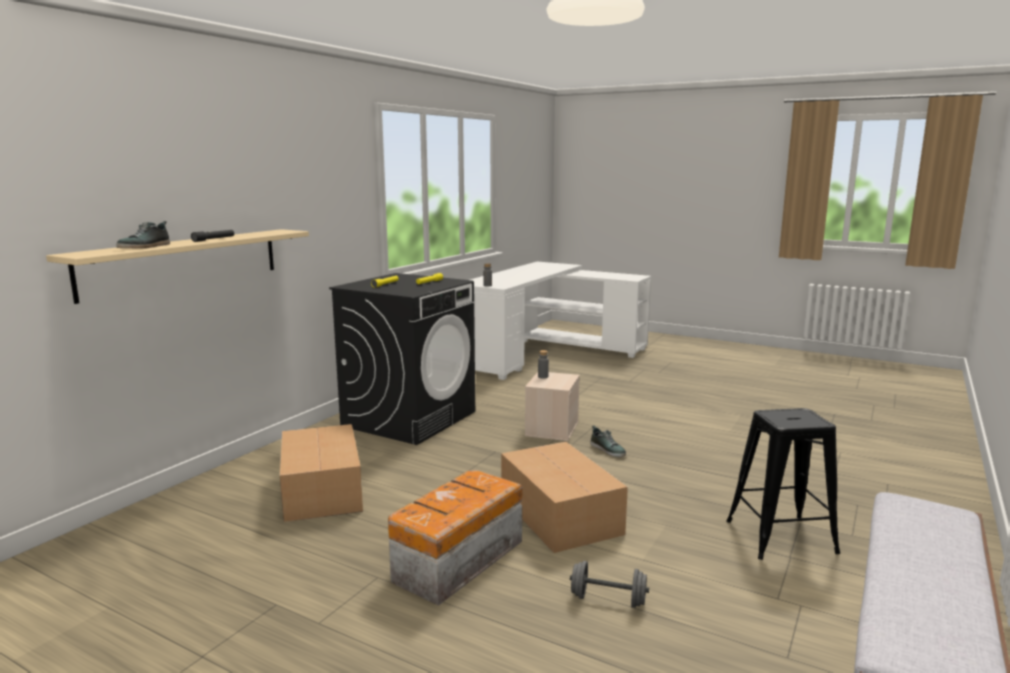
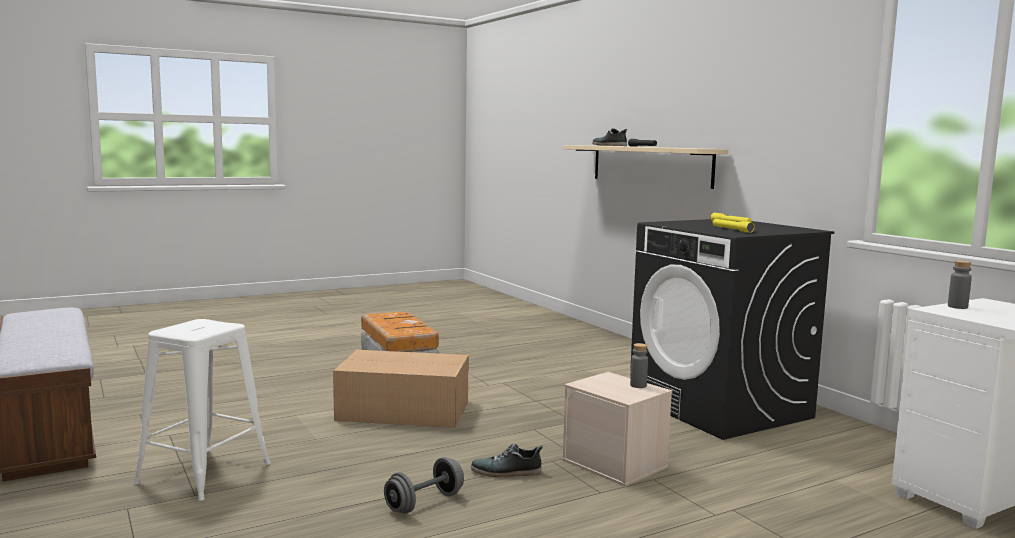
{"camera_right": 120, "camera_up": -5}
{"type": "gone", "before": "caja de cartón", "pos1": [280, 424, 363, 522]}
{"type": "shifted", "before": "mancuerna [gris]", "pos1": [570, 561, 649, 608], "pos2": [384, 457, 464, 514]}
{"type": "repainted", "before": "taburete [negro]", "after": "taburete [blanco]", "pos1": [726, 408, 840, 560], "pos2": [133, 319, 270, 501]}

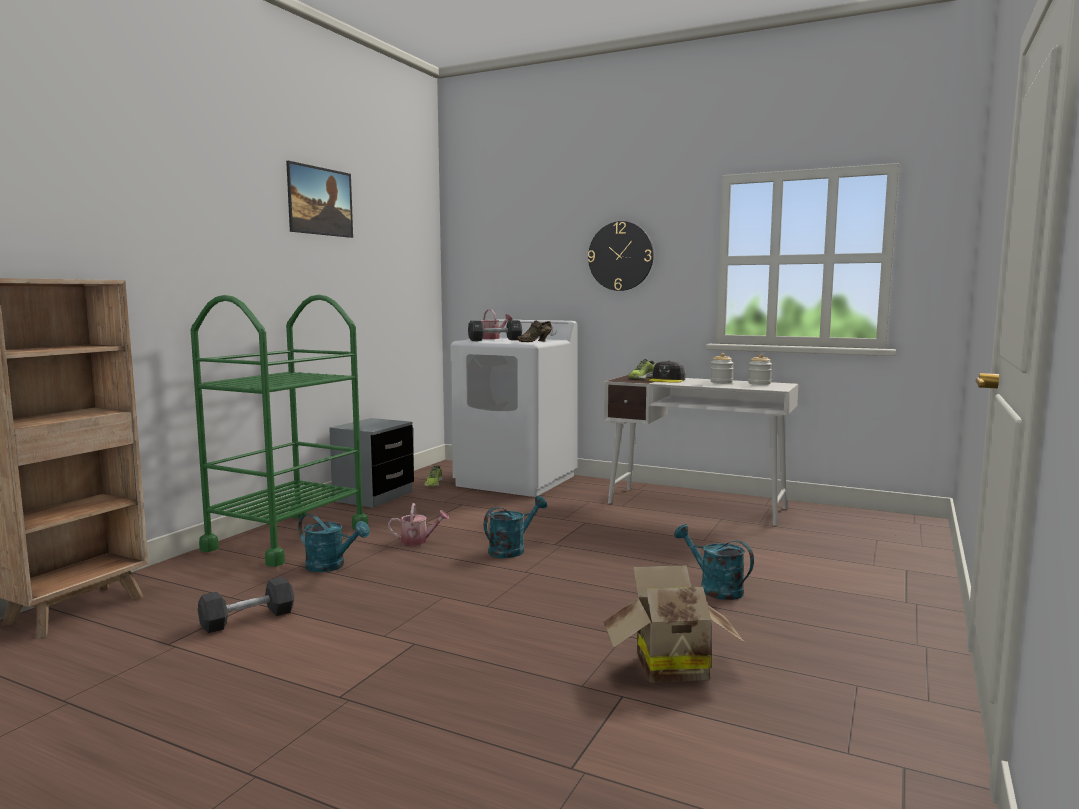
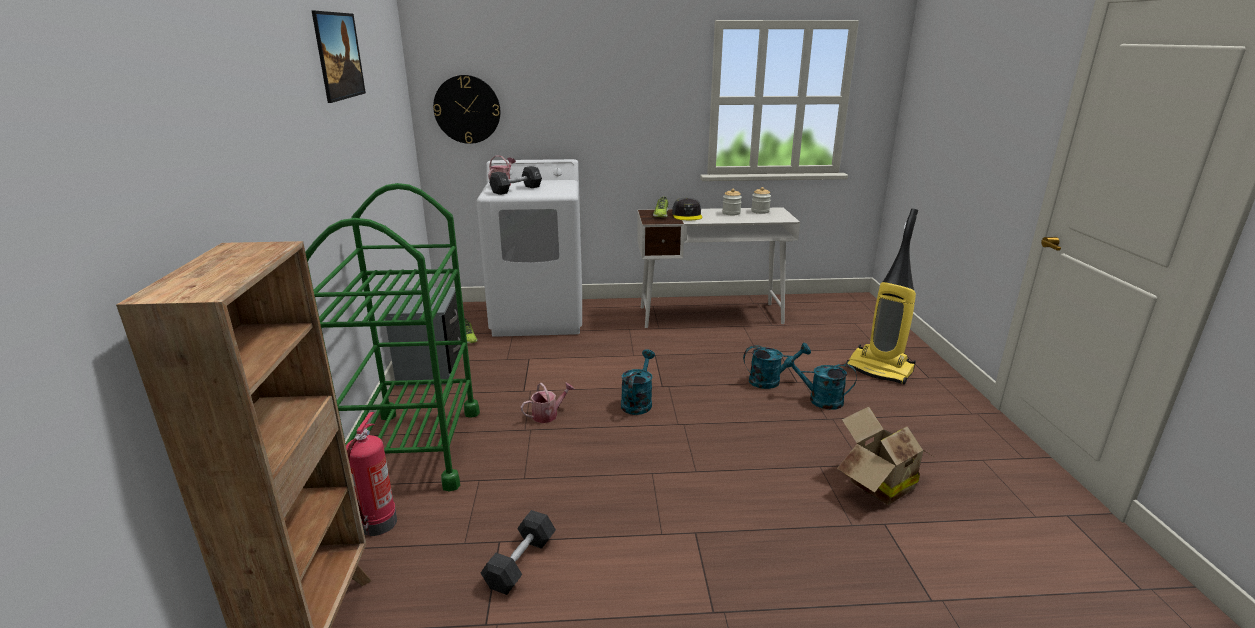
{"camera_right": -30, "camera_up": 15}
{"type": "shifted", "before": "regadera [turquesa]", "pos1": [298, 514, 370, 572], "pos2": [743, 342, 811, 389]}
{"type": "gone", "before": "zapato [marrón]", "pos1": [517, 320, 552, 342]}
{"type": "shifted", "before": "reloj de pared", "pos1": [588, 221, 654, 291], "pos2": [433, 75, 500, 144]}
{"type": "new", "after": "extintor", "pos2": [346, 412, 397, 536]}
{"type": "new", "after": "aspiradora", "pos2": [846, 209, 918, 385]}

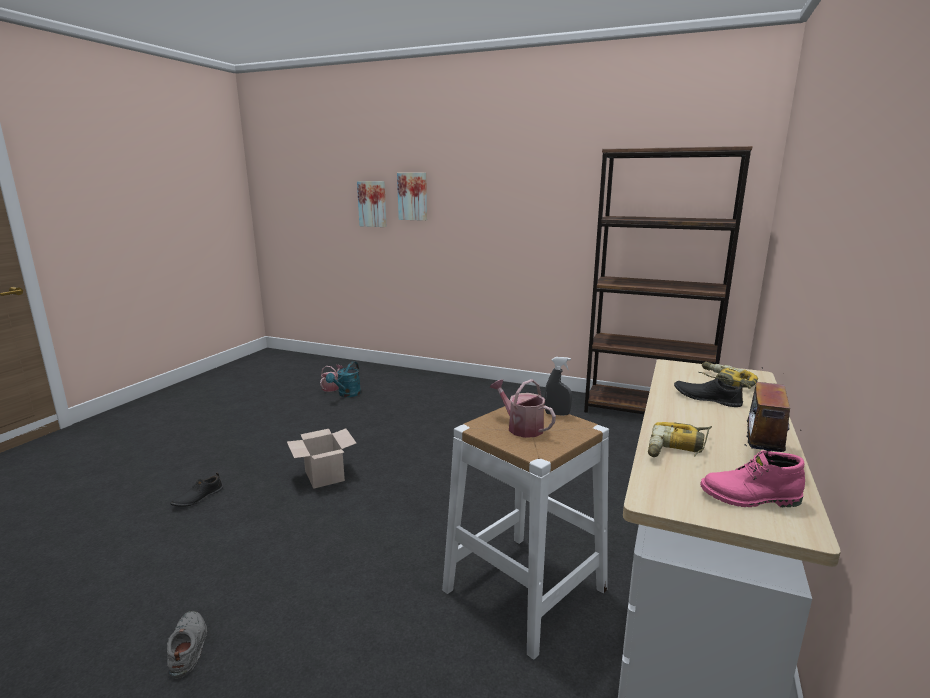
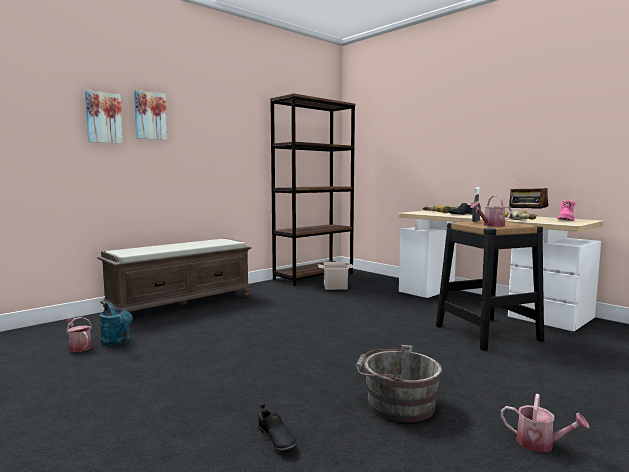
{"camera_right": -65, "camera_up": -10}
{"type": "swapped", "before": "zapato [gris]", "after": "regadera", "pos1": [167, 611, 207, 678], "pos2": [501, 394, 590, 452]}
{"type": "shifted", "before": "caja de cartón", "pos1": [287, 428, 356, 489], "pos2": [318, 262, 354, 290]}
{"type": "shifted", "before": "cuadro", "pos1": [357, 181, 386, 227], "pos2": [134, 90, 167, 140]}
{"type": "repainted", "before": "taburete [blanco]", "after": "taburete [negro]", "pos1": [442, 405, 609, 660], "pos2": [436, 221, 544, 351]}
{"type": "new", "after": "banco [marrón]", "pos2": [97, 238, 252, 312]}
{"type": "new", "after": "cubo [gris]", "pos2": [355, 345, 442, 422]}

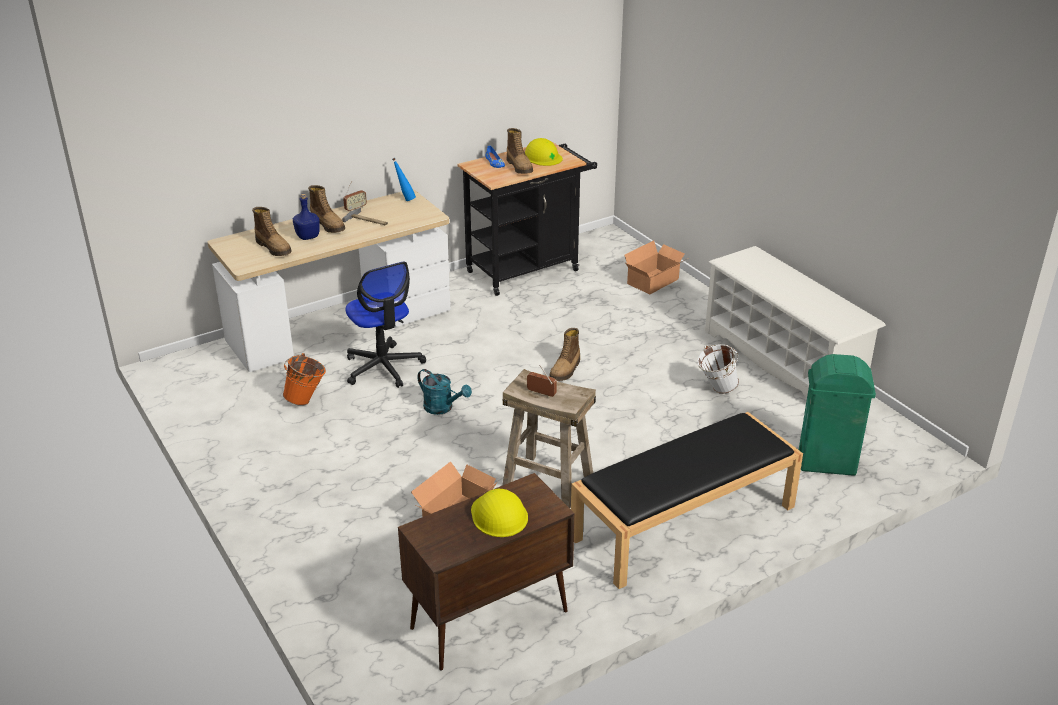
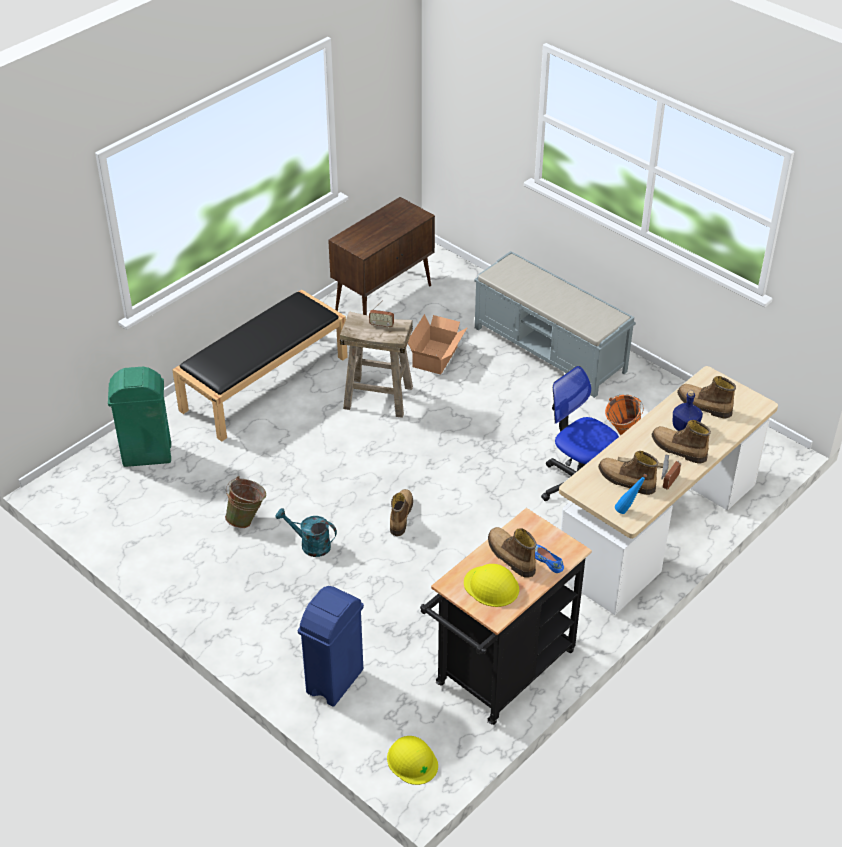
{"camera_right": 165, "camera_up": 10}
{"type": "shifted", "before": "regadera [turquesa]", "pos1": [417, 369, 472, 415], "pos2": [275, 508, 337, 557]}
{"type": "shifted", "before": "casco [amarillo]", "pos1": [471, 489, 528, 537], "pos2": [387, 736, 438, 785]}
{"type": "swapped", "before": "caja de cartón", "after": "papelera [azul]", "pos1": [625, 241, 685, 295], "pos2": [298, 586, 364, 707]}
{"type": "repainted", "before": "cubo [blanco]", "after": "cubo [verde]", "pos1": [697, 344, 739, 394], "pos2": [225, 476, 266, 528]}
{"type": "gone", "before": "zapatero [blanco]", "pos1": [705, 246, 886, 397]}
{"type": "new", "after": "banco [gris]", "pos2": [474, 251, 636, 398]}
{"type": "new", "after": "bota", "pos2": [598, 451, 658, 495]}

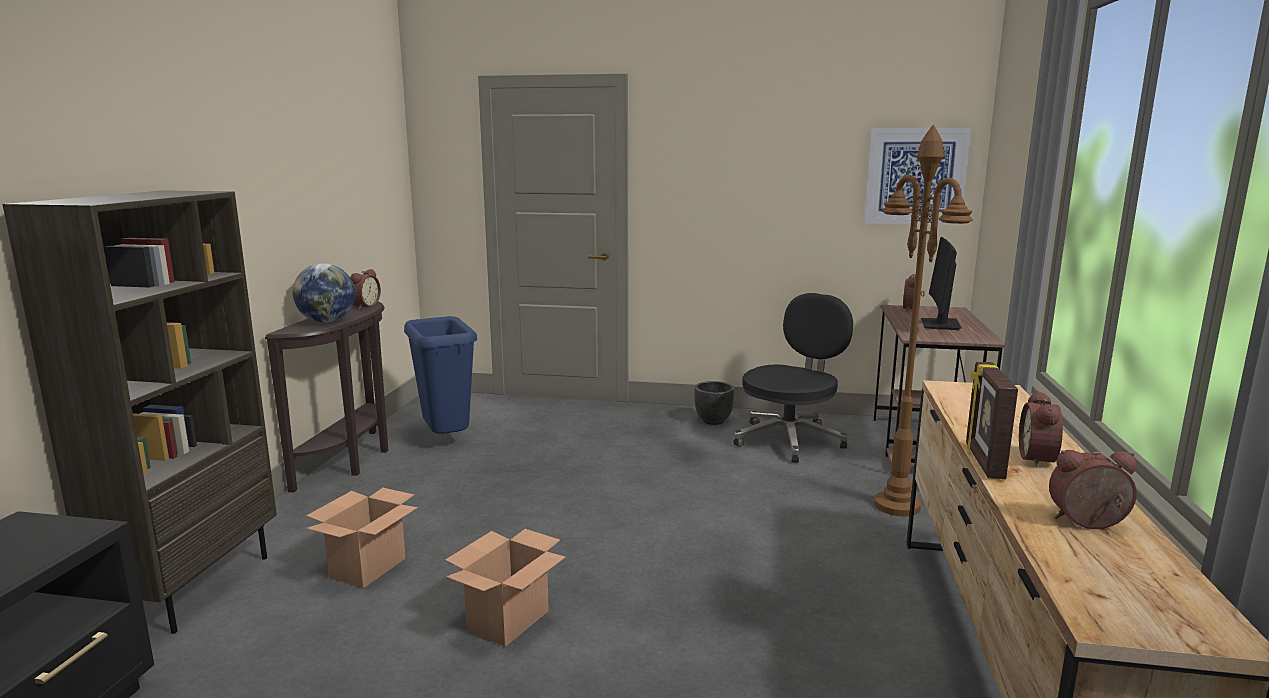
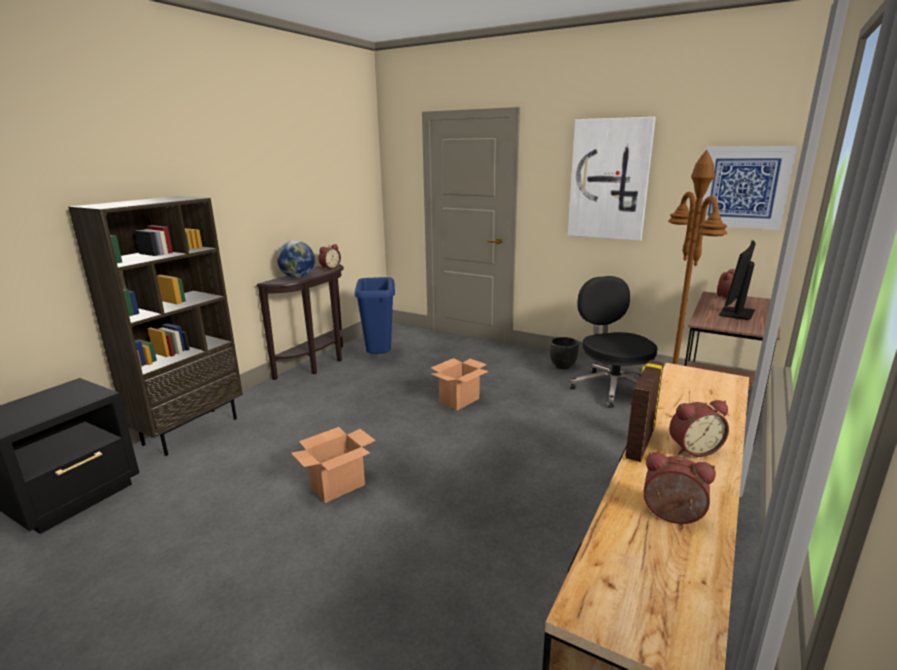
{"camera_right": 20, "camera_up": 5}
{"type": "shifted", "before": "caja de cartón", "pos1": [306, 488, 418, 588], "pos2": [431, 358, 489, 410]}
{"type": "rotated", "before": "silla de oficina [negro]", "pos1": [733, 293, 853, 463], "pos2": [570, 276, 658, 408], "turn": -75}
{"type": "rotated", "before": "despertador", "pos1": [1019, 391, 1063, 468], "pos2": [669, 400, 729, 457], "turn": -135}
{"type": "new", "after": "cuadro", "pos2": [568, 117, 656, 241]}

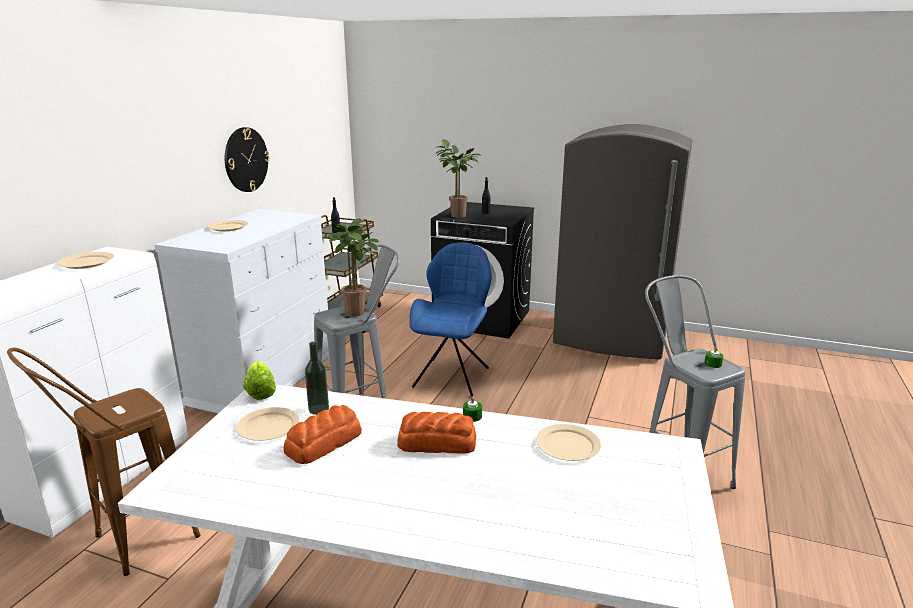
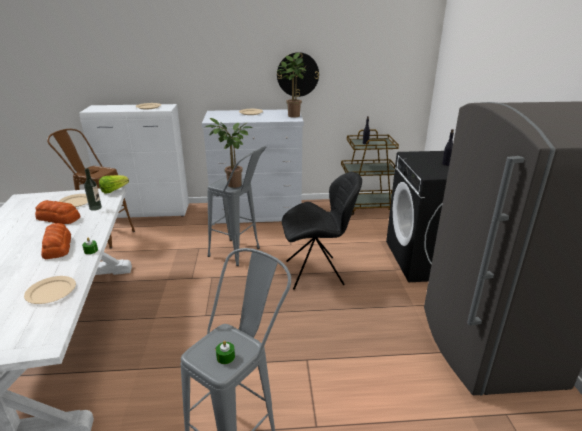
{"camera_right": 65, "camera_up": 5}
{"type": "repainted", "before": "silla [azul]", "after": "silla [negro]", "pos1": [409, 242, 492, 397], "pos2": [282, 172, 362, 290]}
{"type": "shifted", "before": "planta en maceta", "pos1": [436, 139, 482, 218], "pos2": [276, 53, 306, 118]}

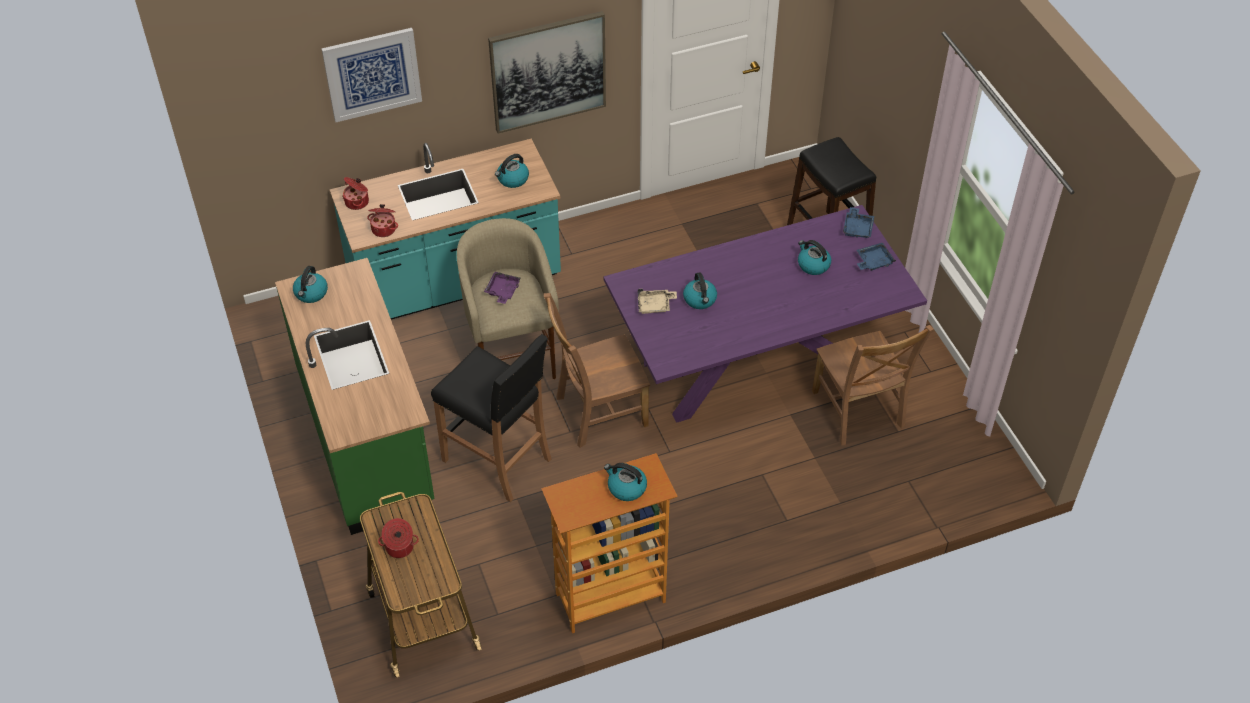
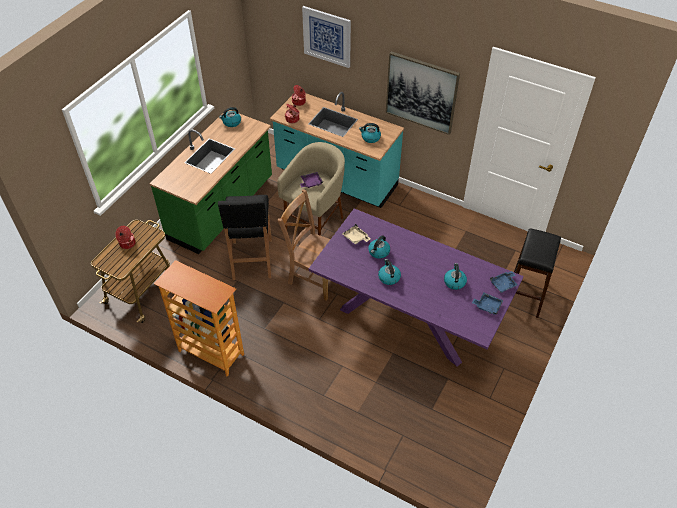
{"camera_right": 50, "camera_up": 0}
{"type": "shifted", "before": "hervidor", "pos1": [604, 463, 647, 501], "pos2": [378, 259, 401, 285]}
{"type": "gone", "before": "silla [marrón]", "pos1": [812, 325, 933, 446]}

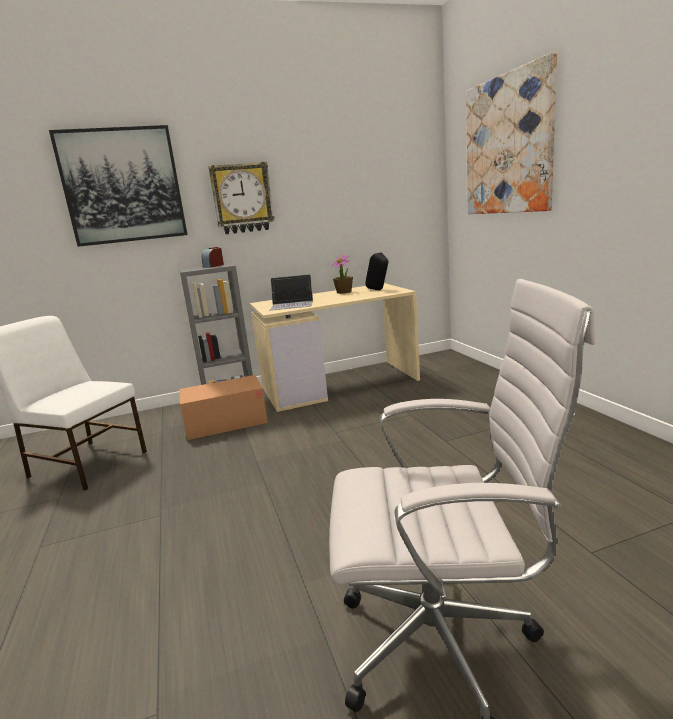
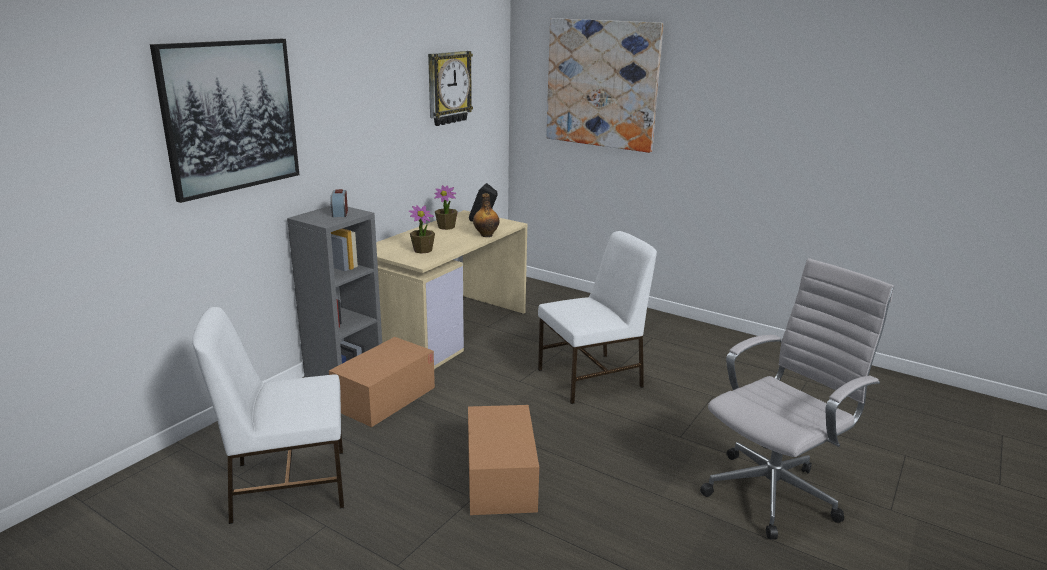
{"camera_right": -40, "camera_up": 5}
{"type": "shifted", "before": "reloj de pared", "pos1": [208, 162, 275, 234], "pos2": [428, 51, 473, 126]}
{"type": "swapped", "before": "portátil", "after": "planta en maceta", "pos1": [270, 274, 313, 310], "pos2": [409, 205, 435, 254]}
{"type": "new", "after": "caja de cartón", "pos2": [468, 405, 539, 515]}
{"type": "new", "after": "botella", "pos2": [473, 193, 500, 237]}
{"type": "new", "after": "silla [blanco]", "pos2": [538, 231, 657, 404]}

